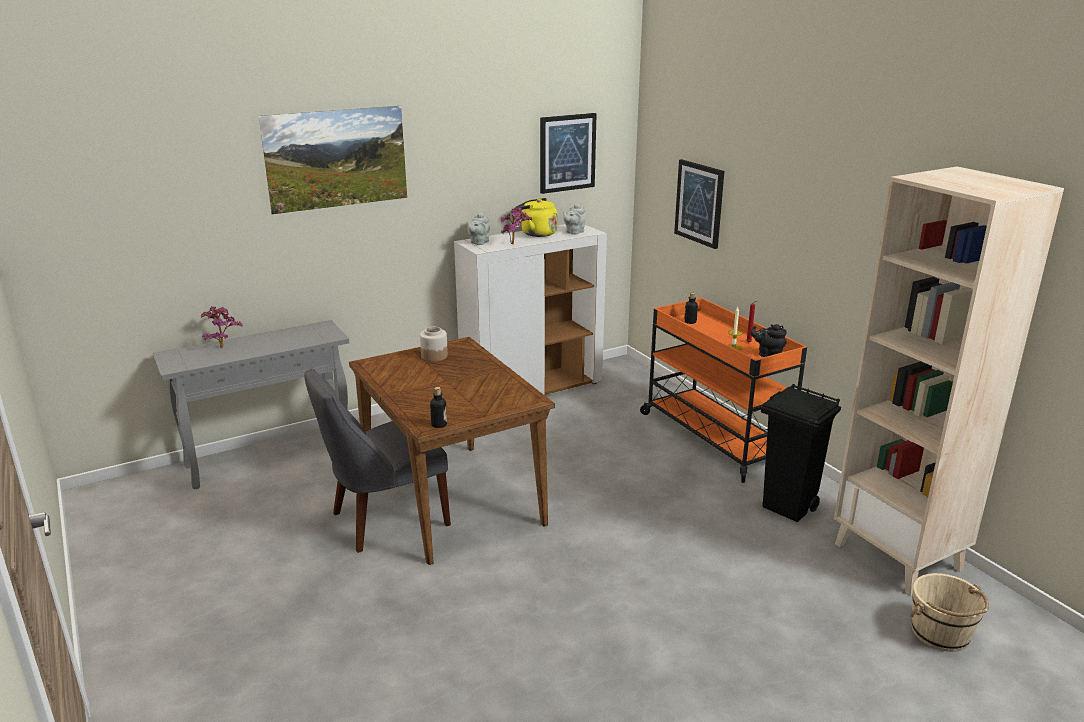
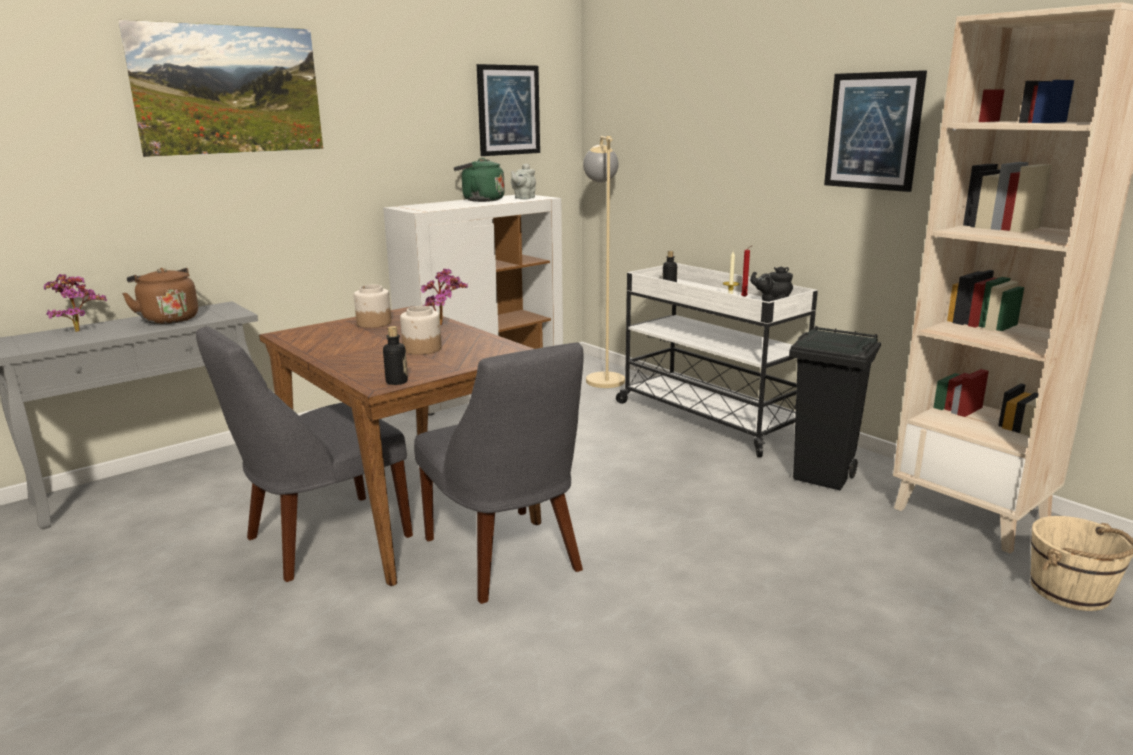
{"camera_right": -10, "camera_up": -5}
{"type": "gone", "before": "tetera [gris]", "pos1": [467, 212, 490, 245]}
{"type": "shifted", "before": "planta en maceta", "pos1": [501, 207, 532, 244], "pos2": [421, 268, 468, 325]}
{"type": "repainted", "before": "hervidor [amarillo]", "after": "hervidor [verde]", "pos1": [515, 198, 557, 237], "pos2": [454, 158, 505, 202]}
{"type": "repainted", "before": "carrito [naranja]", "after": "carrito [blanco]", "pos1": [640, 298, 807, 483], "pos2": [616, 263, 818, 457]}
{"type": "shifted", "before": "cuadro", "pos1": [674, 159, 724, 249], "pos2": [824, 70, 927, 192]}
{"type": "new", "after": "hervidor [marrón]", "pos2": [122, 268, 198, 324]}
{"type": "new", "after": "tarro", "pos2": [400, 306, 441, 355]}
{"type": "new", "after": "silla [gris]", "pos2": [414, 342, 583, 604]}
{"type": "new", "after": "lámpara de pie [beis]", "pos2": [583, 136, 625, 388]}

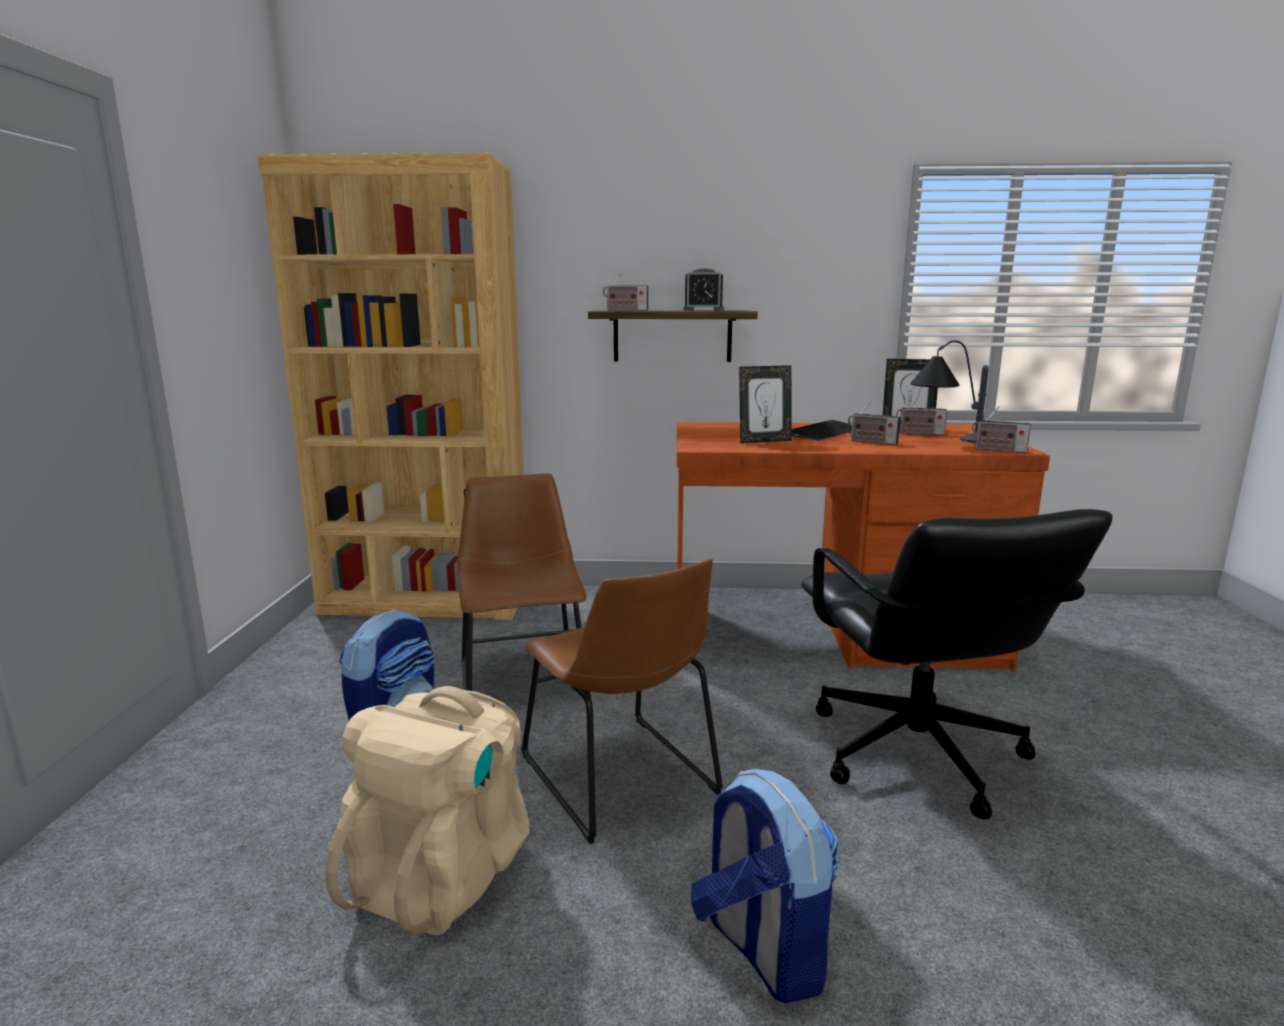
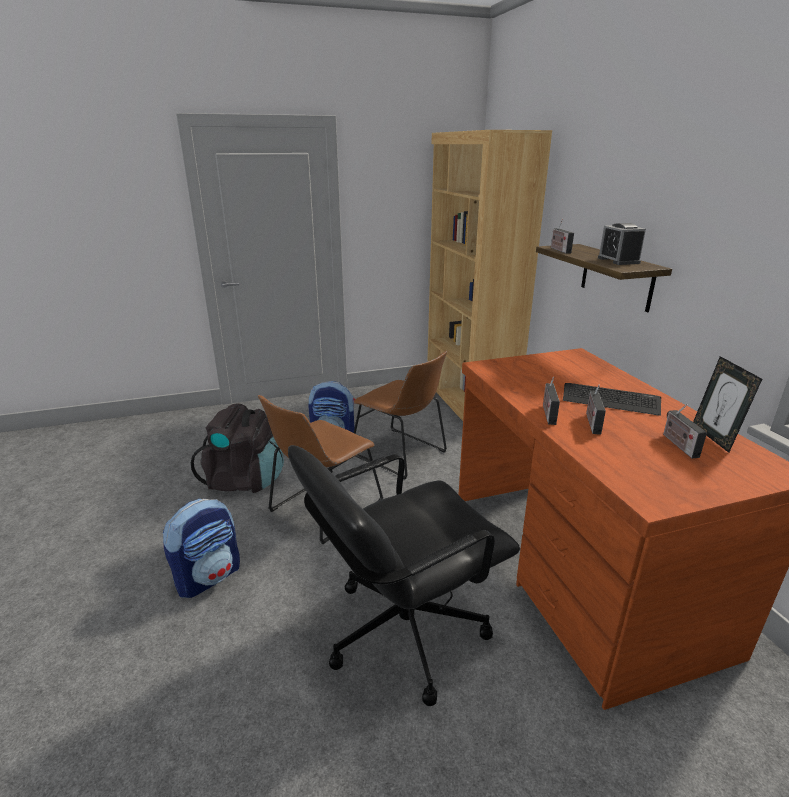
{"camera_right": 70, "camera_up": 10}
{"type": "repainted", "before": "mochila [beis]", "after": "mochila [negro]", "pos1": [325, 686, 529, 935], "pos2": [191, 403, 284, 493]}
{"type": "rotated", "before": "silla [marrón]", "pos1": [457, 473, 591, 698], "pos2": [354, 351, 447, 479], "turn": 75}
{"type": "gone", "before": "portarretratos", "pos1": [739, 365, 792, 444]}
{"type": "gone", "before": "lámpara de mesa", "pos1": [910, 340, 989, 443]}
{"type": "shifted", "before": "radio", "pos1": [972, 406, 1031, 453], "pos2": [543, 377, 560, 425]}

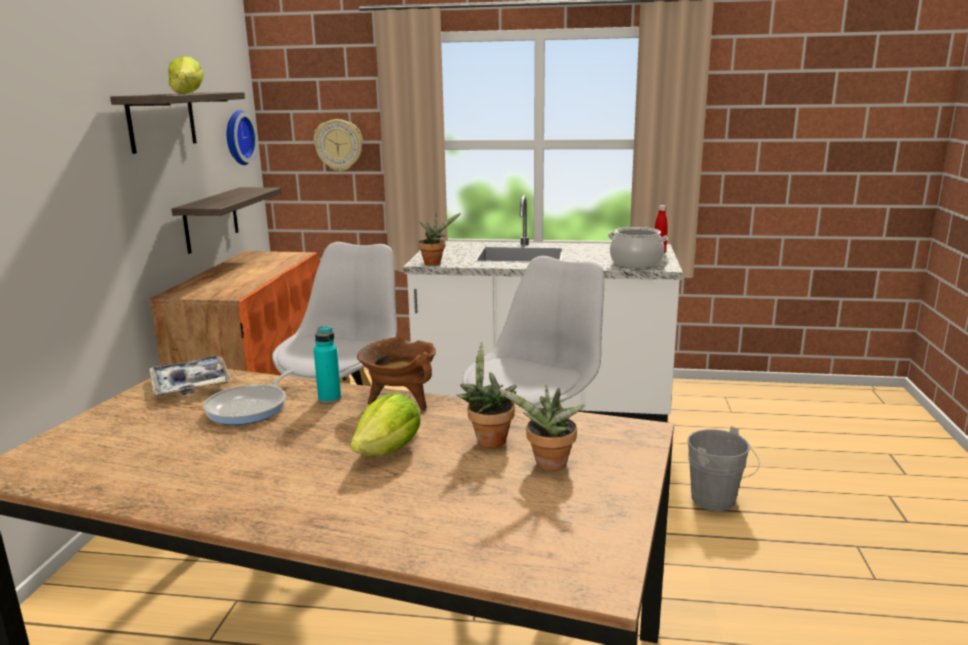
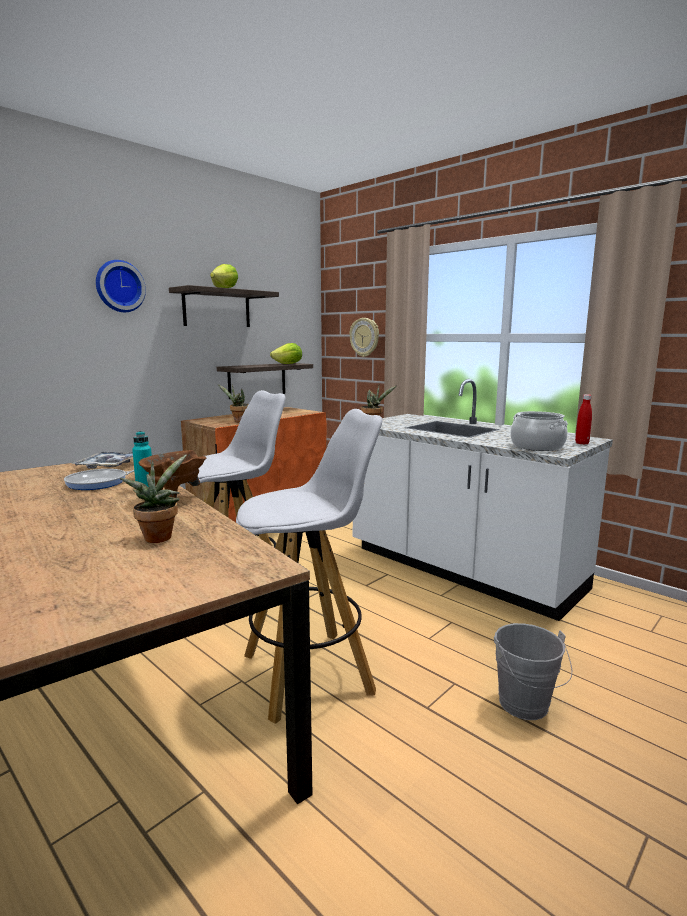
{"camera_right": 35, "camera_up": -5}
{"type": "shifted", "before": "reloj de pared", "pos1": [227, 110, 258, 165], "pos2": [96, 260, 146, 312]}
{"type": "shifted", "before": "lechuga", "pos1": [350, 393, 421, 456], "pos2": [270, 343, 302, 364]}
{"type": "shifted", "before": "planta en maceta", "pos1": [497, 385, 585, 471], "pos2": [218, 384, 249, 422]}

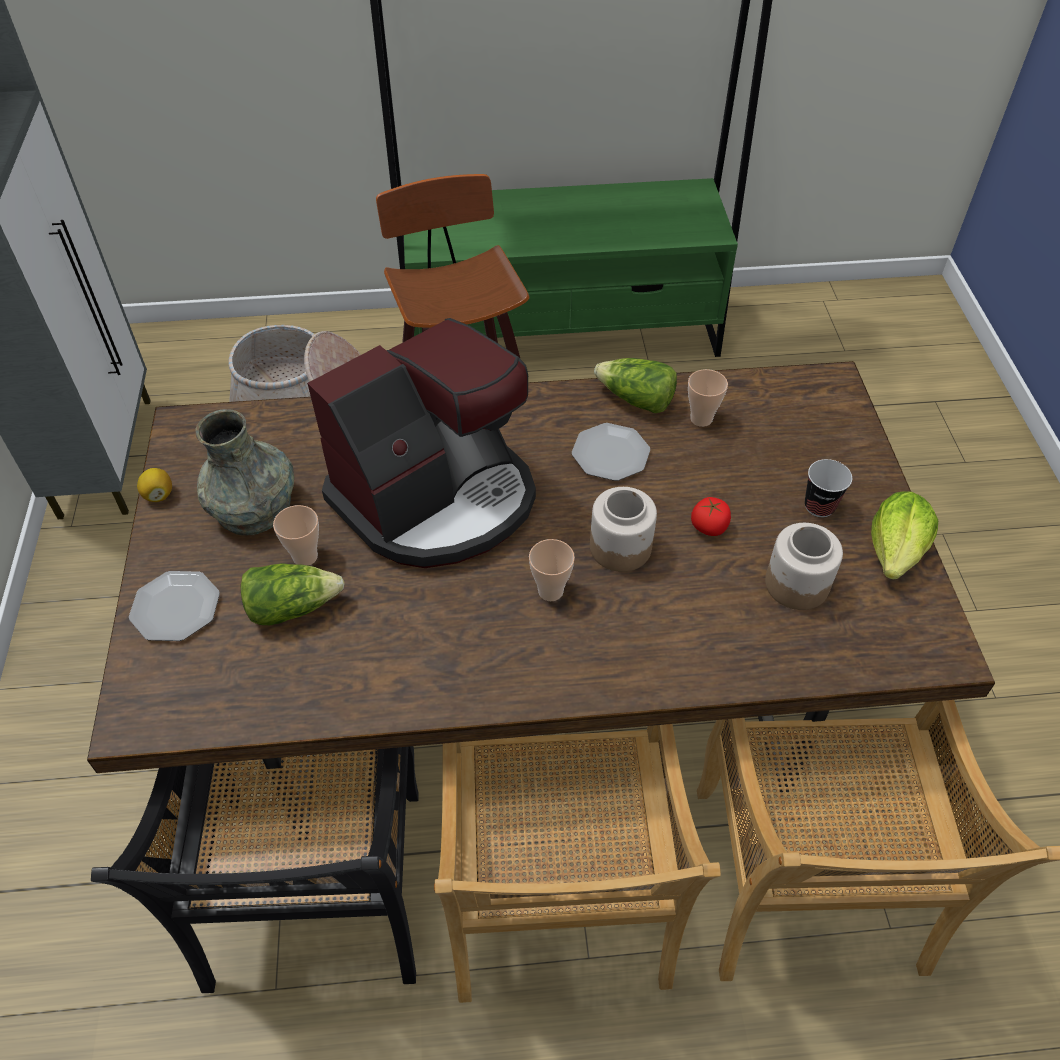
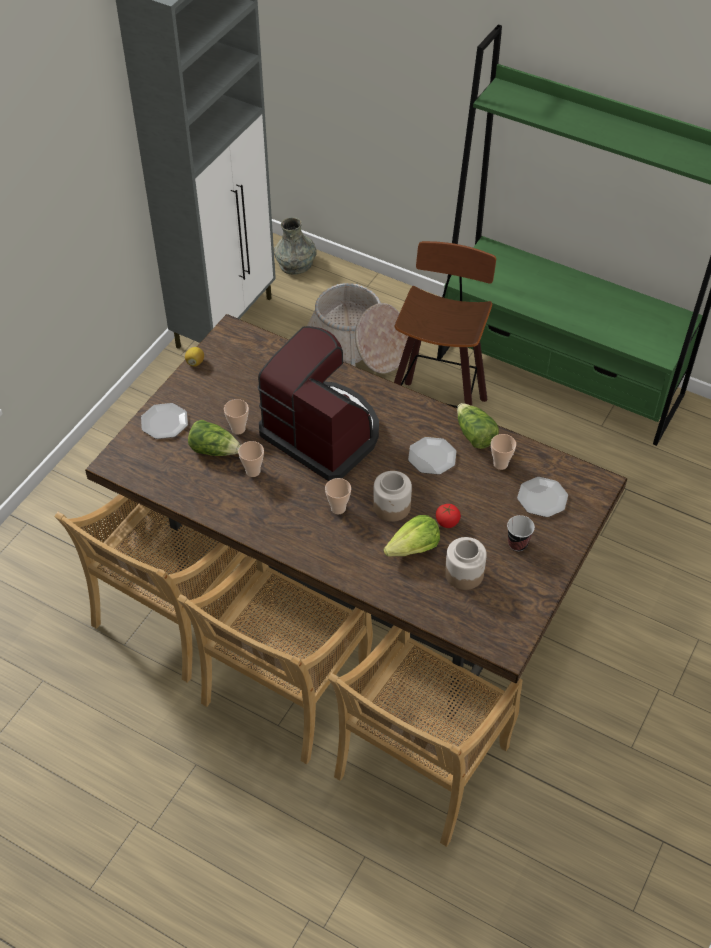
{"camera_right": 35, "camera_up": 0}
{"type": "repainted", "before": "silla [negro]", "after": "silla [beis]", "pos1": [91, 746, 419, 993], "pos2": [54, 494, 251, 683]}
{"type": "shifted", "before": "florero [gris]", "pos1": [195, 409, 294, 536], "pos2": [274, 217, 317, 275]}
{"type": "rotated", "before": "cafetera", "pos1": [307, 318, 536, 568], "pos2": [258, 326, 379, 481], "turn": -135}
{"type": "shifted", "before": "lechuga", "pos1": [871, 492, 938, 580], "pos2": [383, 515, 440, 557]}
{"type": "new", "after": "taza", "pos2": [238, 441, 264, 477]}
{"type": "new", "after": "plato", "pos2": [517, 477, 568, 517]}

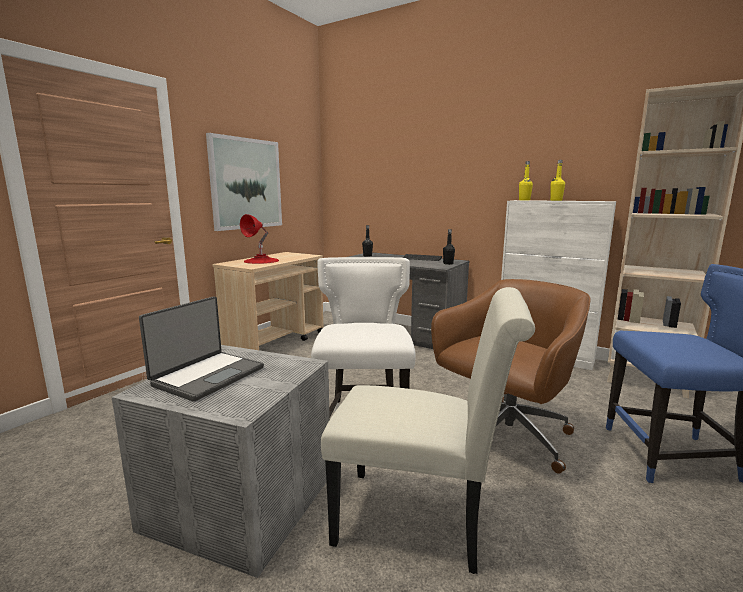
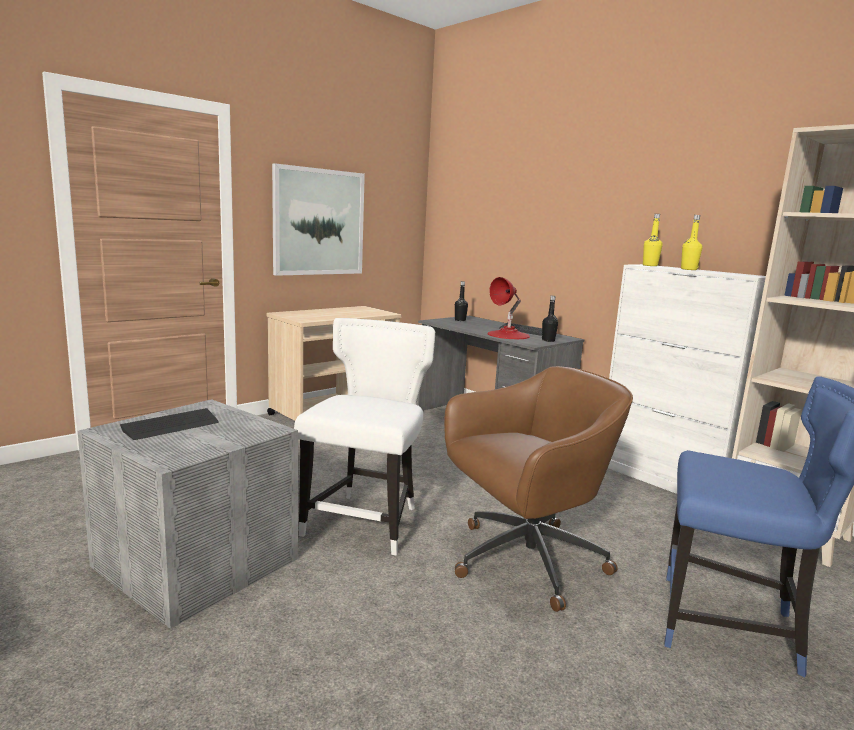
{"camera_right": 15, "camera_up": 0}
{"type": "swapped", "before": "portátil", "after": "teclado", "pos1": [139, 296, 264, 402], "pos2": [120, 408, 219, 440]}
{"type": "shifted", "before": "lámpara de mesa [rojo]", "pos1": [240, 214, 279, 264], "pos2": [487, 277, 530, 339]}
{"type": "gone", "before": "silla [blanco]", "pos1": [321, 287, 535, 574]}

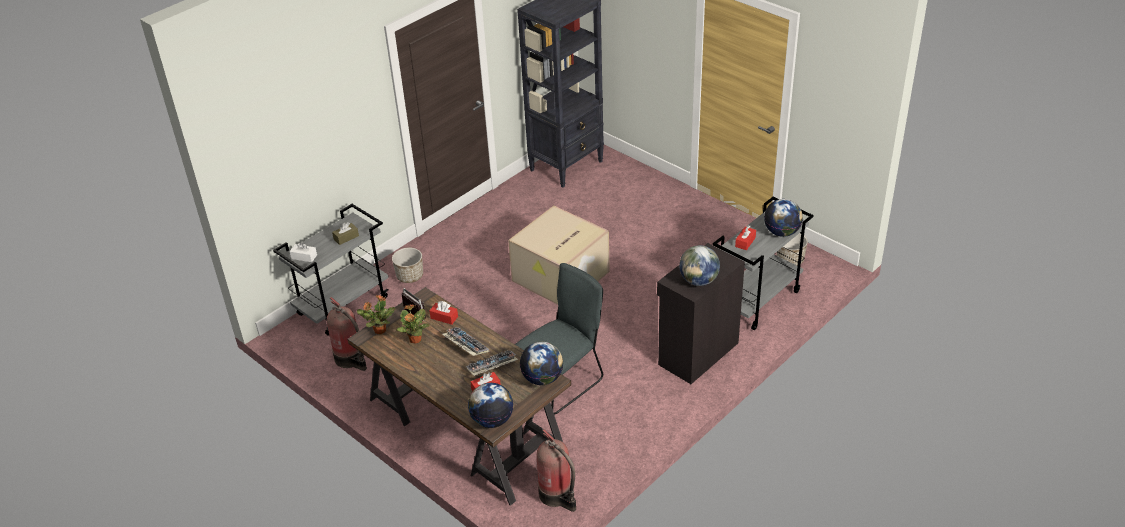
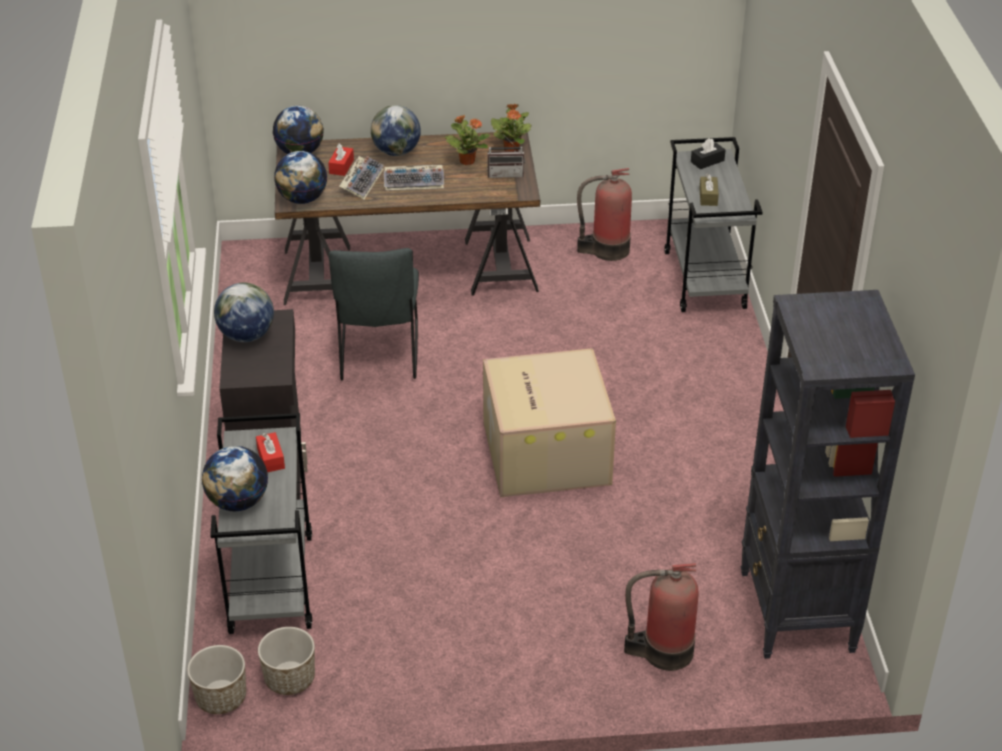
{"camera_right": 130, "camera_up": 0}
{"type": "repainted", "before": "caja de pañuelos [blanco]", "after": "caja de pañuelos [negro]", "pos1": [290, 242, 317, 262], "pos2": [691, 138, 725, 169]}
{"type": "shifted", "before": "maceta", "pos1": [392, 248, 423, 283], "pos2": [187, 645, 246, 714]}
{"type": "gone", "before": "caja de pañuelos [rojo]", "pos1": [430, 301, 458, 325]}
{"type": "shifted", "before": "extintor", "pos1": [537, 429, 576, 512], "pos2": [624, 563, 699, 671]}
{"type": "new", "after": "globo terráqueo", "pos2": [371, 105, 421, 156]}

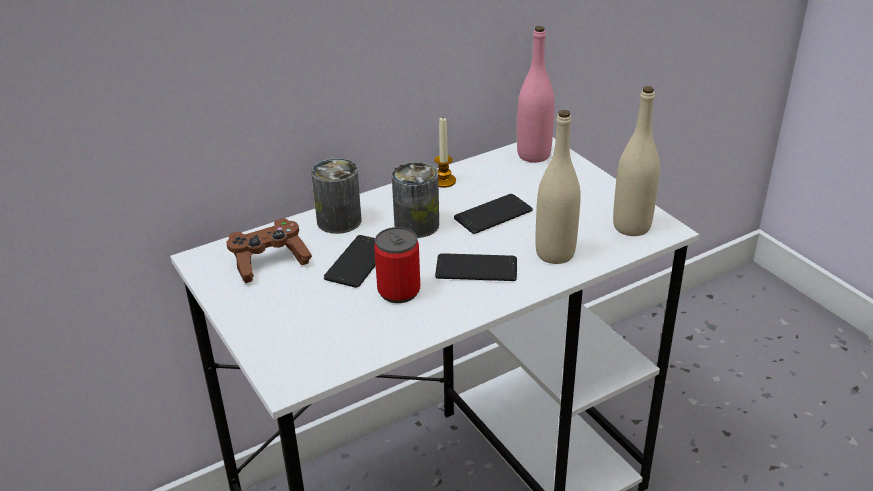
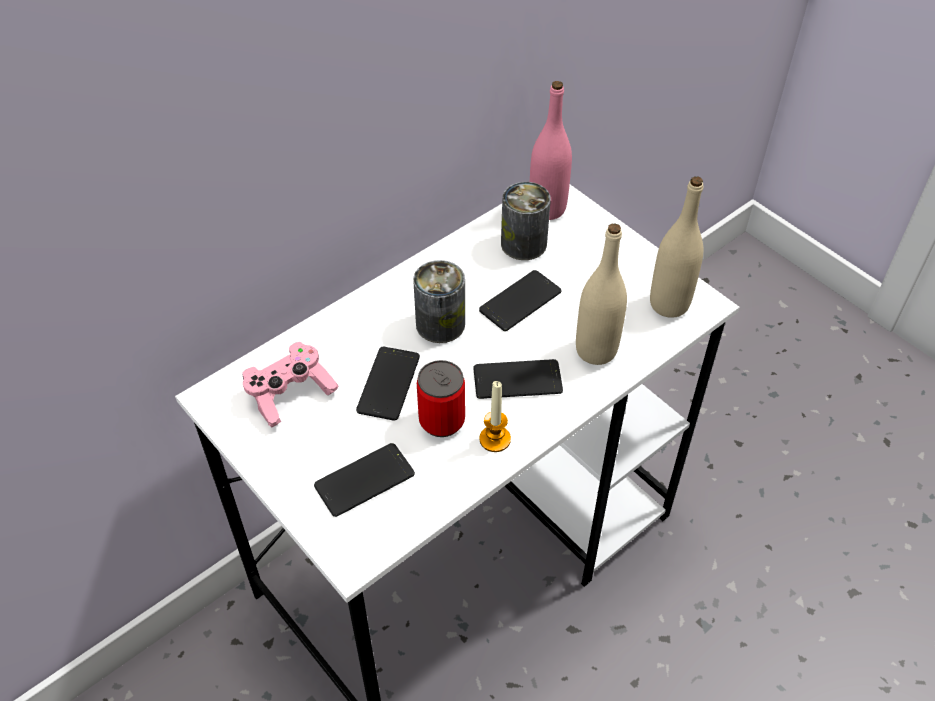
{"camera_right": -10, "camera_up": 15}
{"type": "repainted", "before": "mando de consola [marrón]", "after": "mando de consola [rosa]", "pos1": [226, 218, 312, 283], "pos2": [242, 342, 338, 428]}
{"type": "shifted", "before": "lata", "pos1": [311, 158, 362, 234], "pos2": [501, 182, 551, 260]}
{"type": "shifted", "before": "vela", "pos1": [434, 118, 456, 188], "pos2": [479, 381, 511, 452]}
{"type": "new", "after": "móvil", "pos2": [314, 443, 415, 517]}

